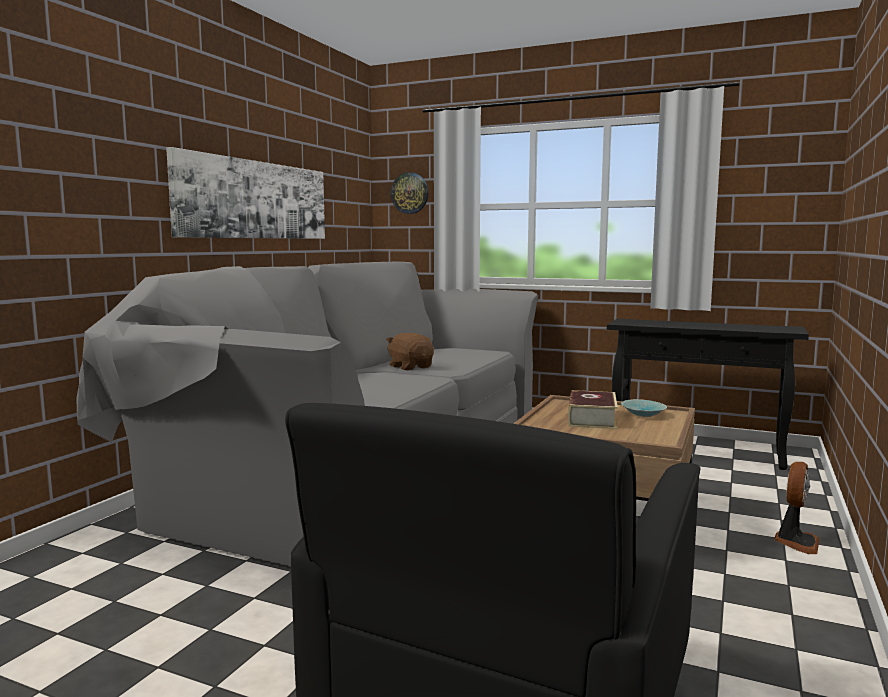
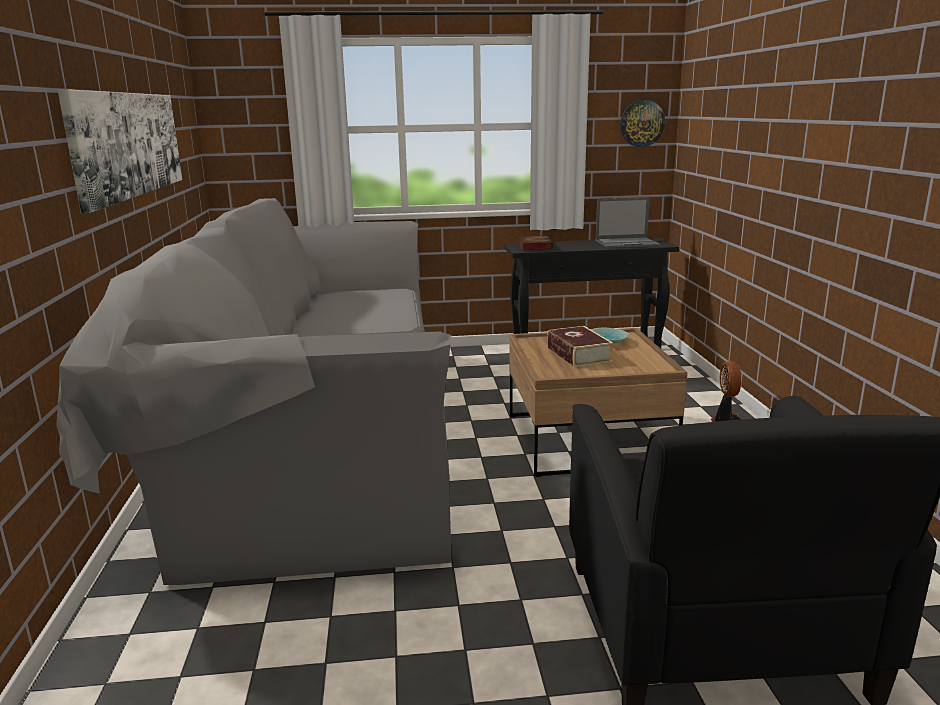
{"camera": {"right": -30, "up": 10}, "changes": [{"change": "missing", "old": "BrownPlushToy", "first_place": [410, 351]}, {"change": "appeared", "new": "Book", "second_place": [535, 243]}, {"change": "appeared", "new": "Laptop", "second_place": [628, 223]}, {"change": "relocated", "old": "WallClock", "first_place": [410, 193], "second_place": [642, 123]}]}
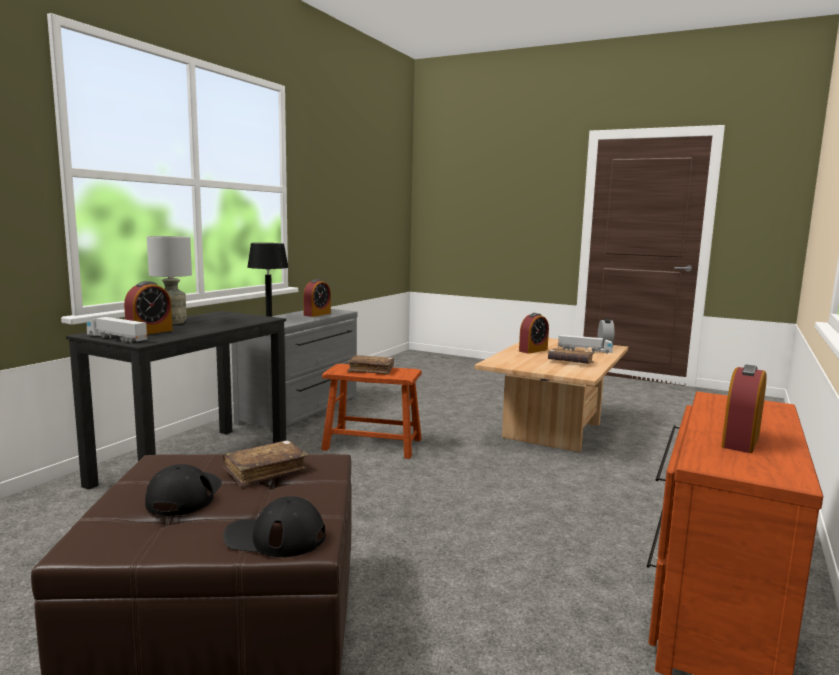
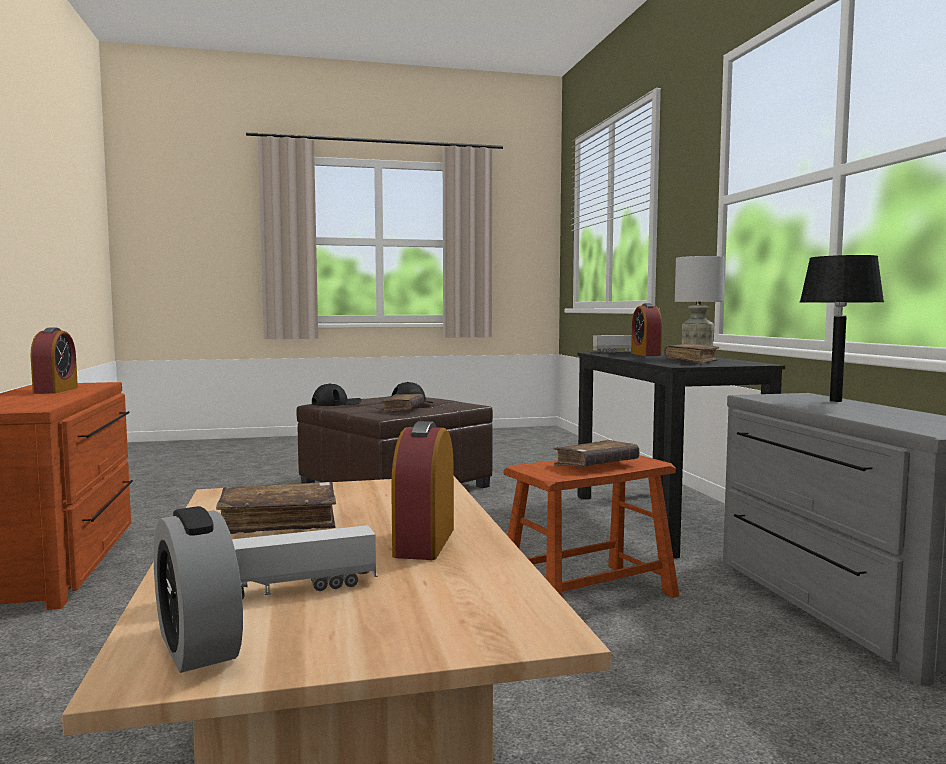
{"camera": {"right": 140, "up": -5}, "changes": [{"change": "missing", "old": "AlarmClock", "first_place": [317, 298]}, {"change": "appeared", "new": "BrownBook", "second_place": [691, 354]}]}
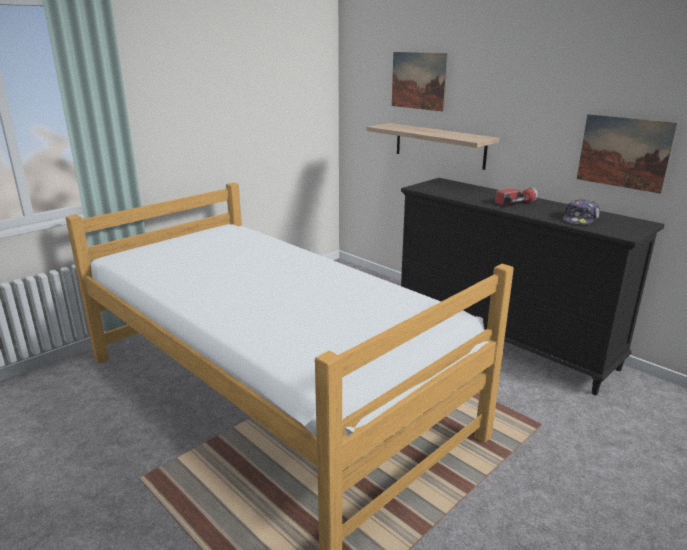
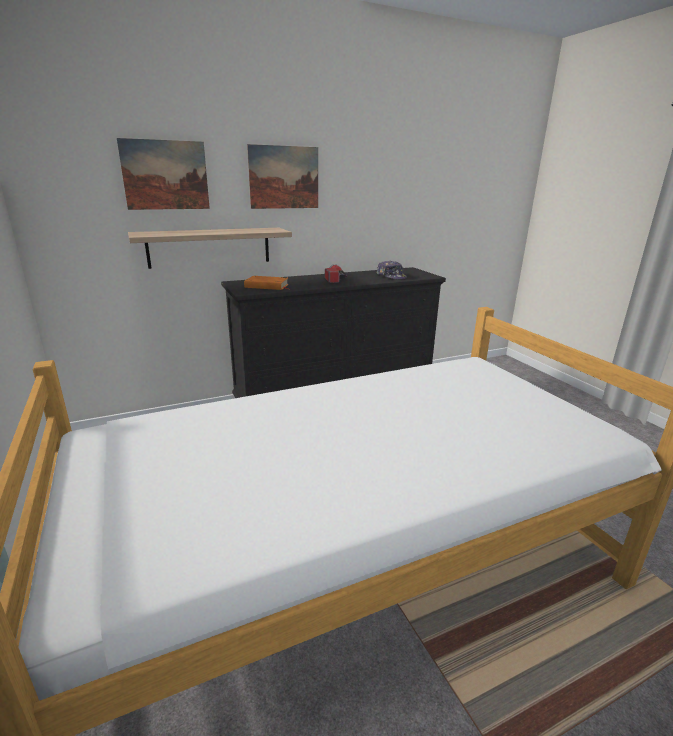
{"camera": {"right": -70, "up": 0}, "changes": [{"change": "appeared", "new": "OrangeBook", "second_place": [266, 283]}, {"change": "relocated", "old": "Picture", "first_place": [627, 154], "second_place": [282, 176]}]}
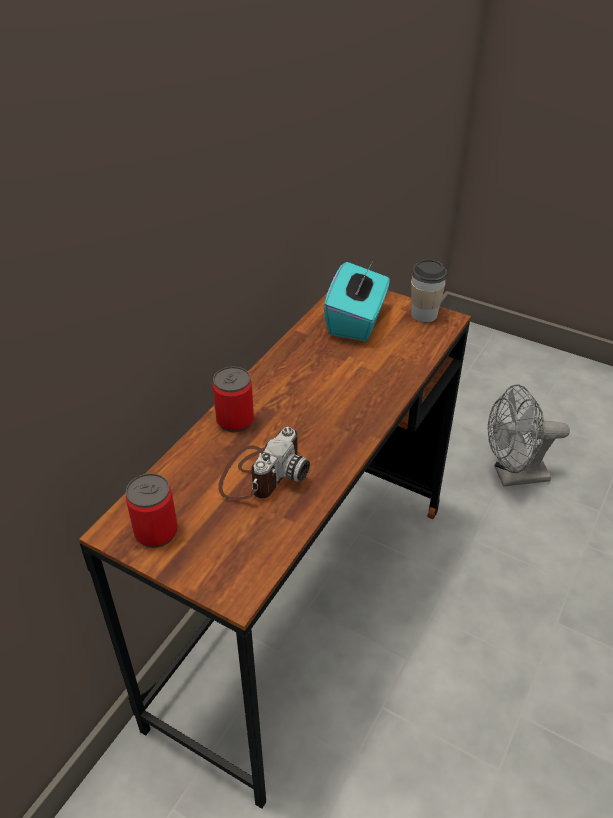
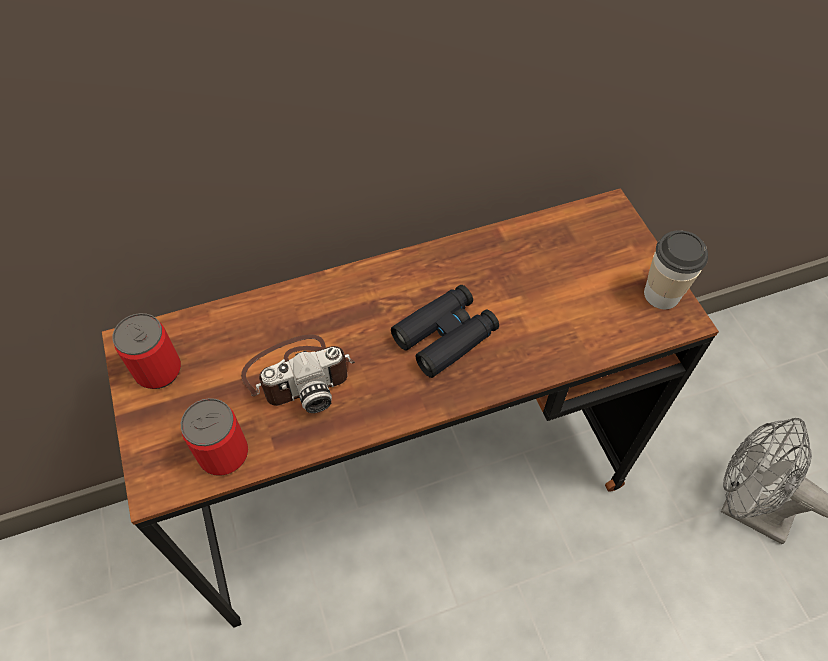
{"camera": {"right": 40, "up": 15}, "changes": [{"change": "missing", "old": "TurquoiseTissueBox", "first_place": [357, 301]}, {"change": "appeared", "new": "BlackBinoculars", "second_place": [445, 331]}, {"change": "relocated", "old": "Can", "first_place": [233, 399], "second_place": [214, 437]}]}
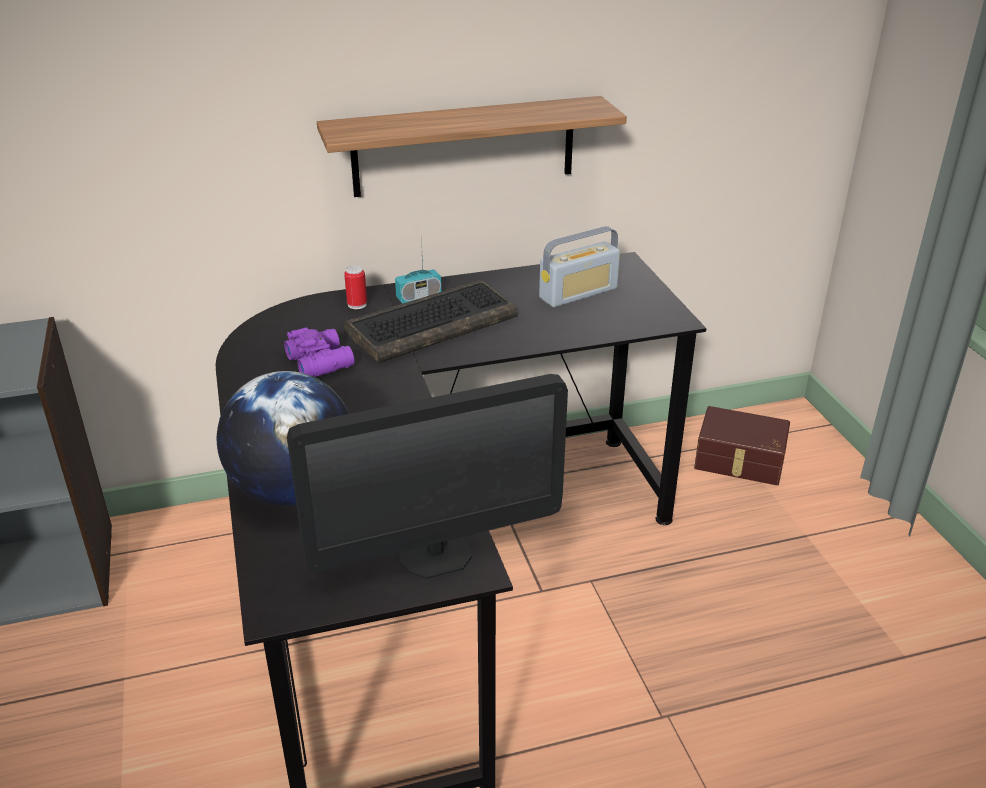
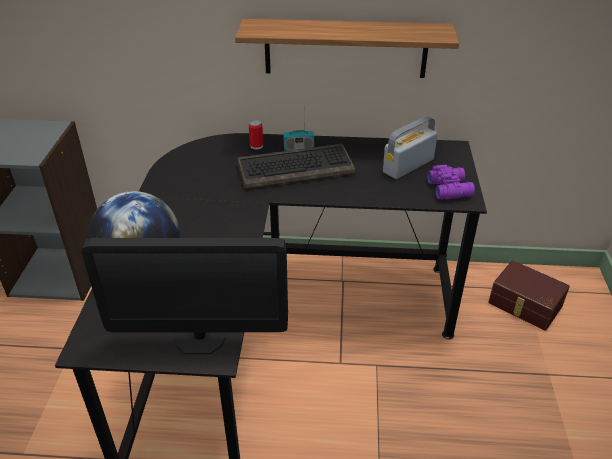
{"camera": {"right": 20, "up": 5}, "changes": [{"change": "relocated", "old": "PurpleBinoculars", "first_place": [319, 352], "second_place": [451, 182]}, {"change": "spun", "old": "Radio", "first_place": [579, 266], "second_place": [410, 147], "degrees": 150}]}
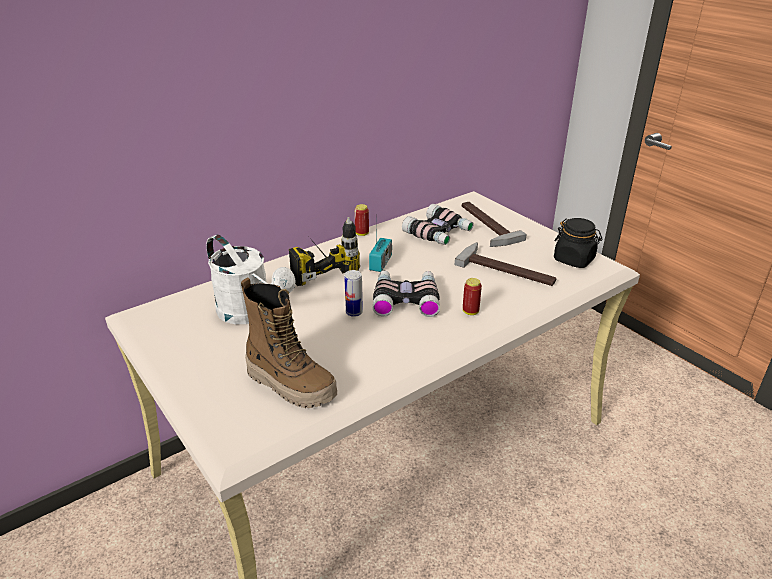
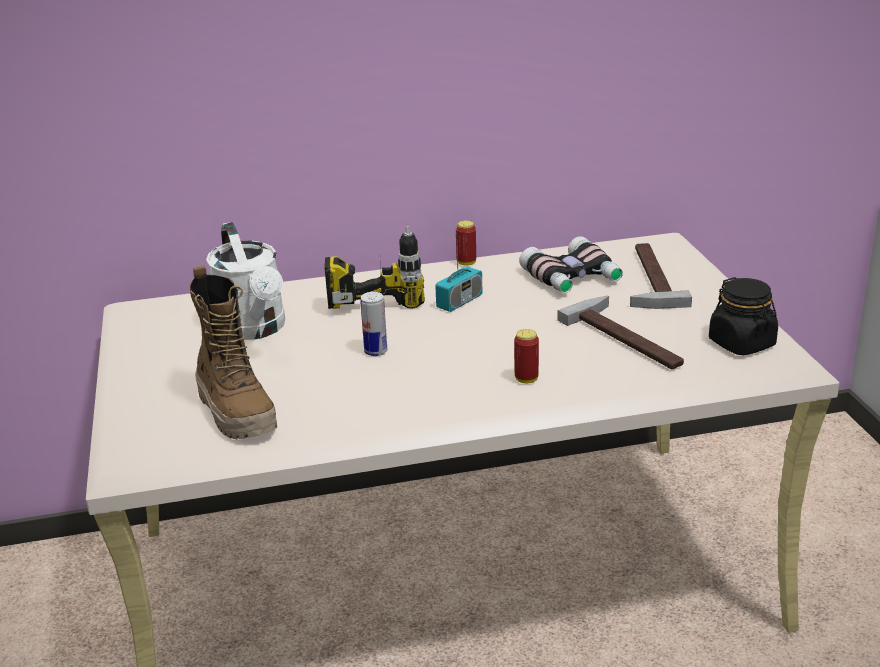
{"camera": {"right": 25, "up": -5}, "changes": [{"change": "missing", "old": "Binoculars", "first_place": [406, 294]}]}
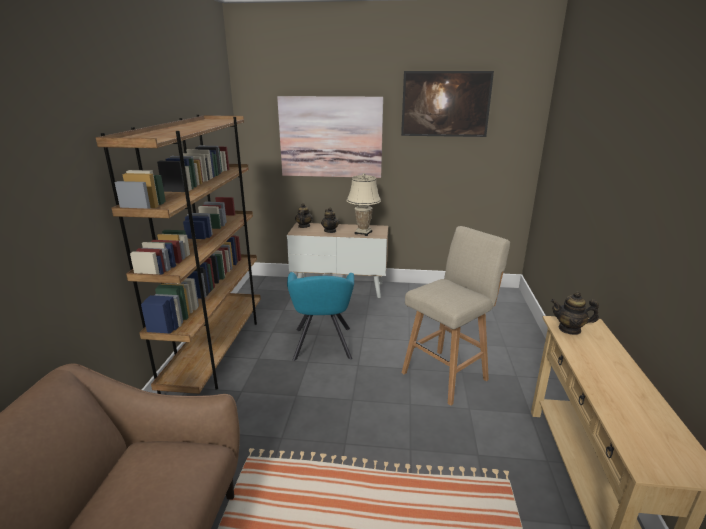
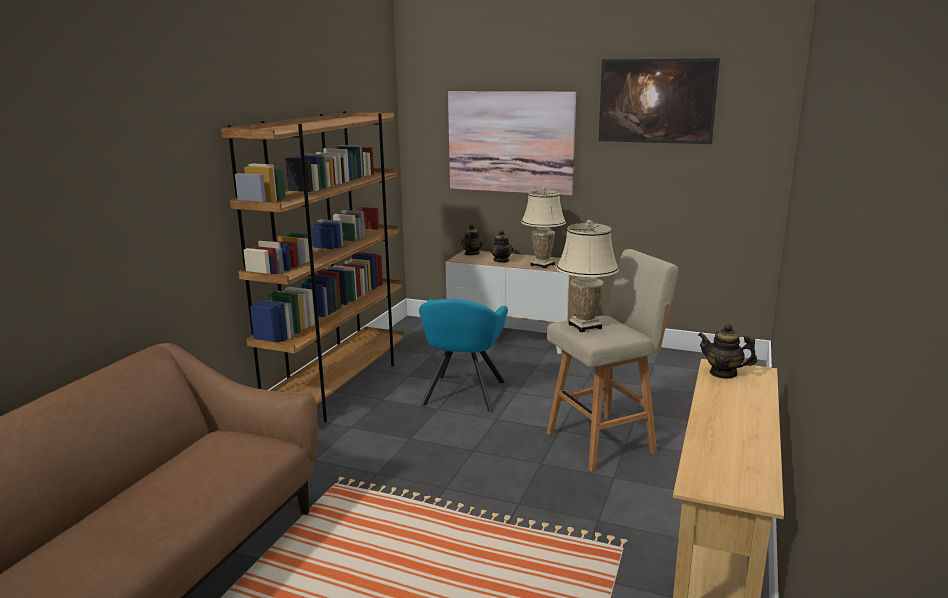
{"camera": {"right": 15, "up": -5}, "changes": [{"change": "appeared", "new": "BeigeTableLamp", "second_place": [587, 276]}]}
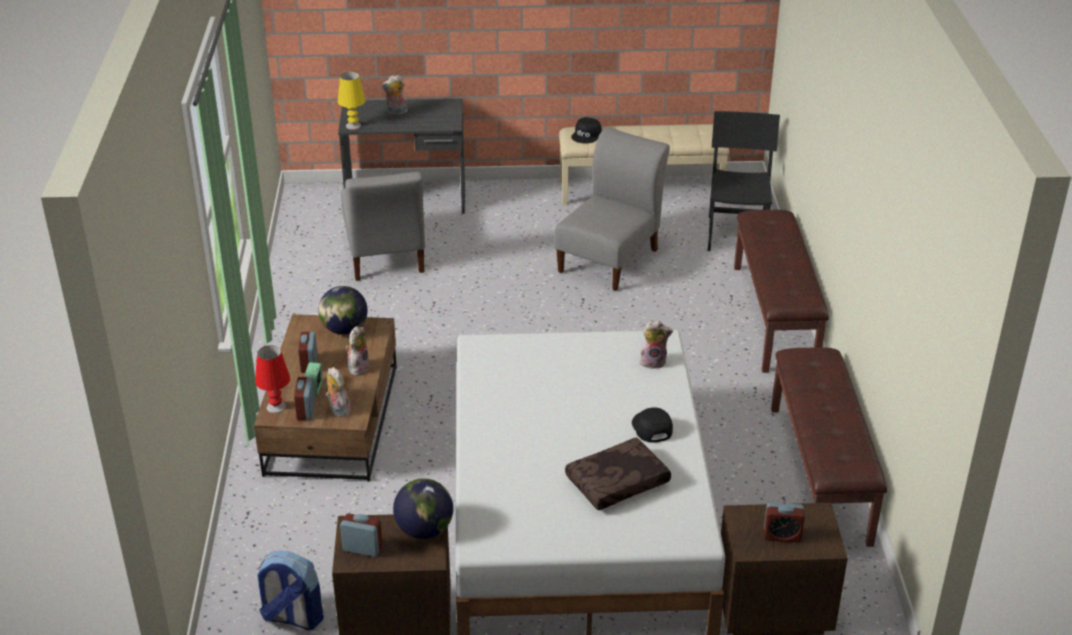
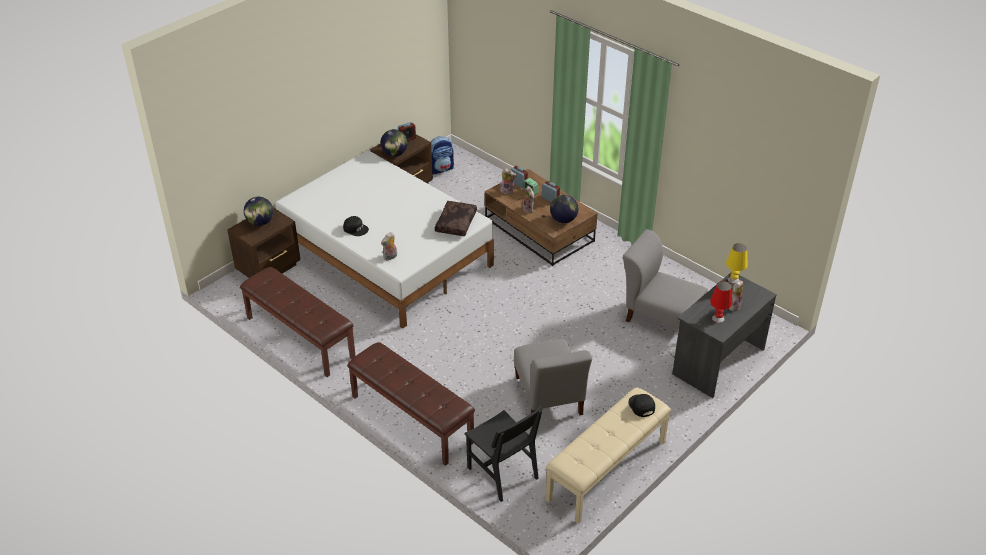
{"camera": {"right": 135, "up": 5}, "changes": [{"change": "relocated", "old": "RedTableLamp", "first_place": [272, 379], "second_place": [721, 302]}, {"change": "relocated", "old": "BrownPillow", "first_place": [618, 473], "second_place": [456, 218]}, {"change": "exchanged", "old": "AlarmClock", "new": "Globe", "first_place": [784, 522], "second_place": [259, 211]}]}
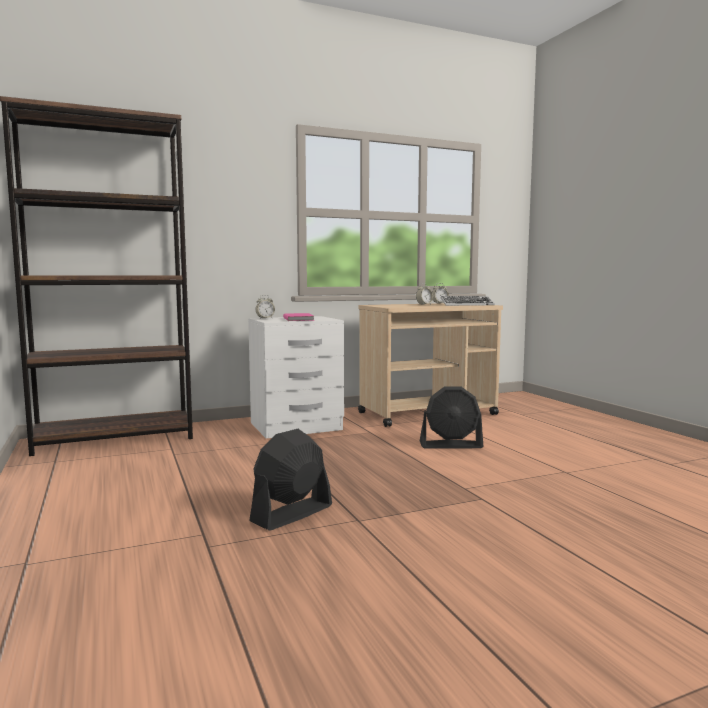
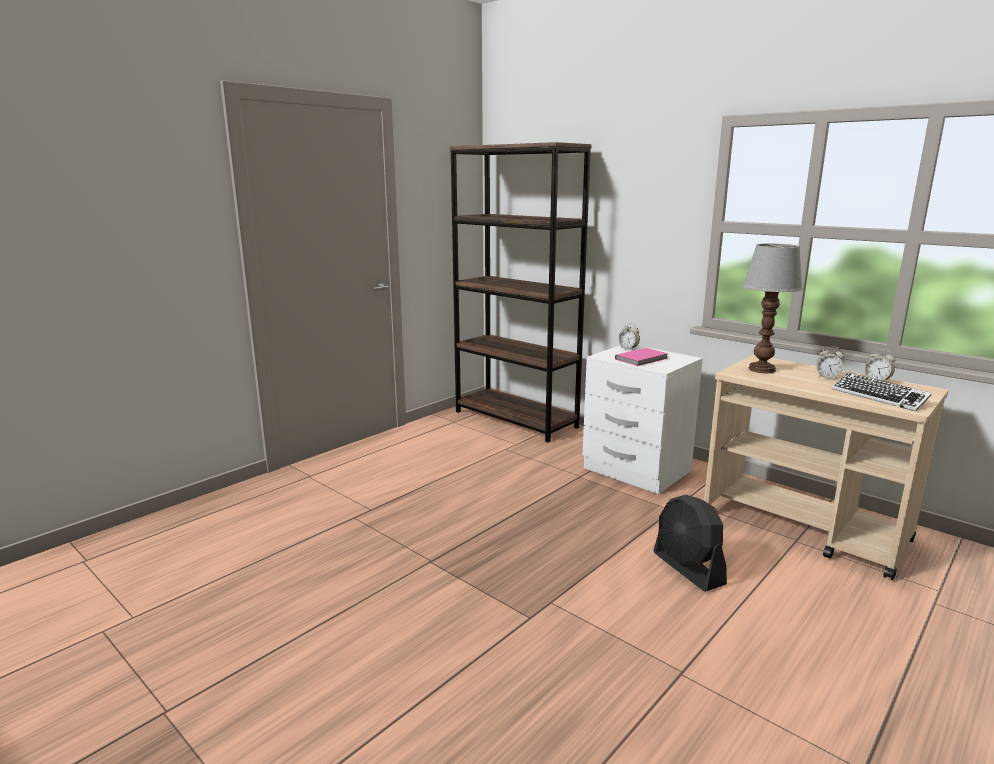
{"camera": {"right": 65, "up": 10}, "changes": [{"change": "missing", "old": "BlackFan", "first_place": [290, 479]}, {"change": "appeared", "new": "TableLamp", "second_place": [773, 308]}]}
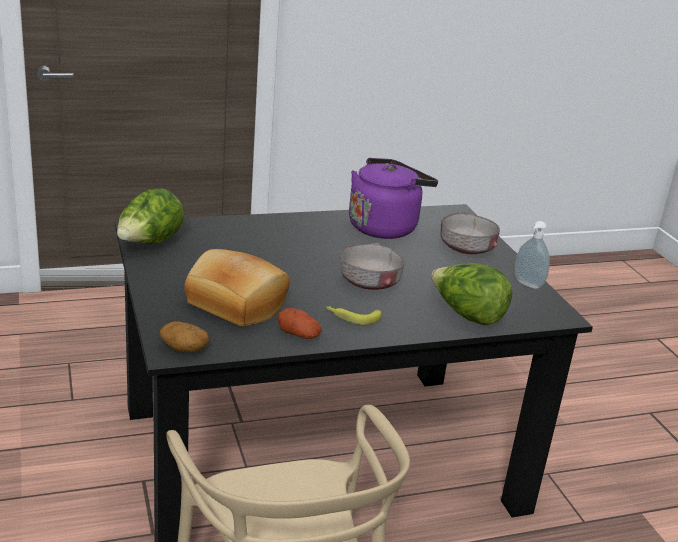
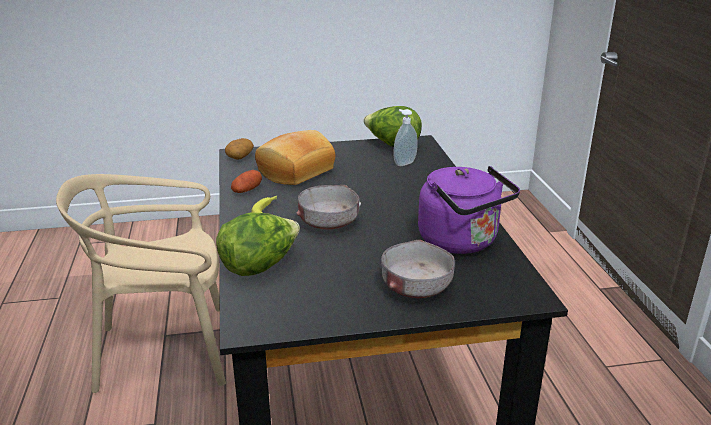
{"camera": {"right": 100, "up": 0}, "changes": [{"change": "relocated", "old": "SoapDispenser", "first_place": [532, 255], "second_place": [405, 137]}]}
